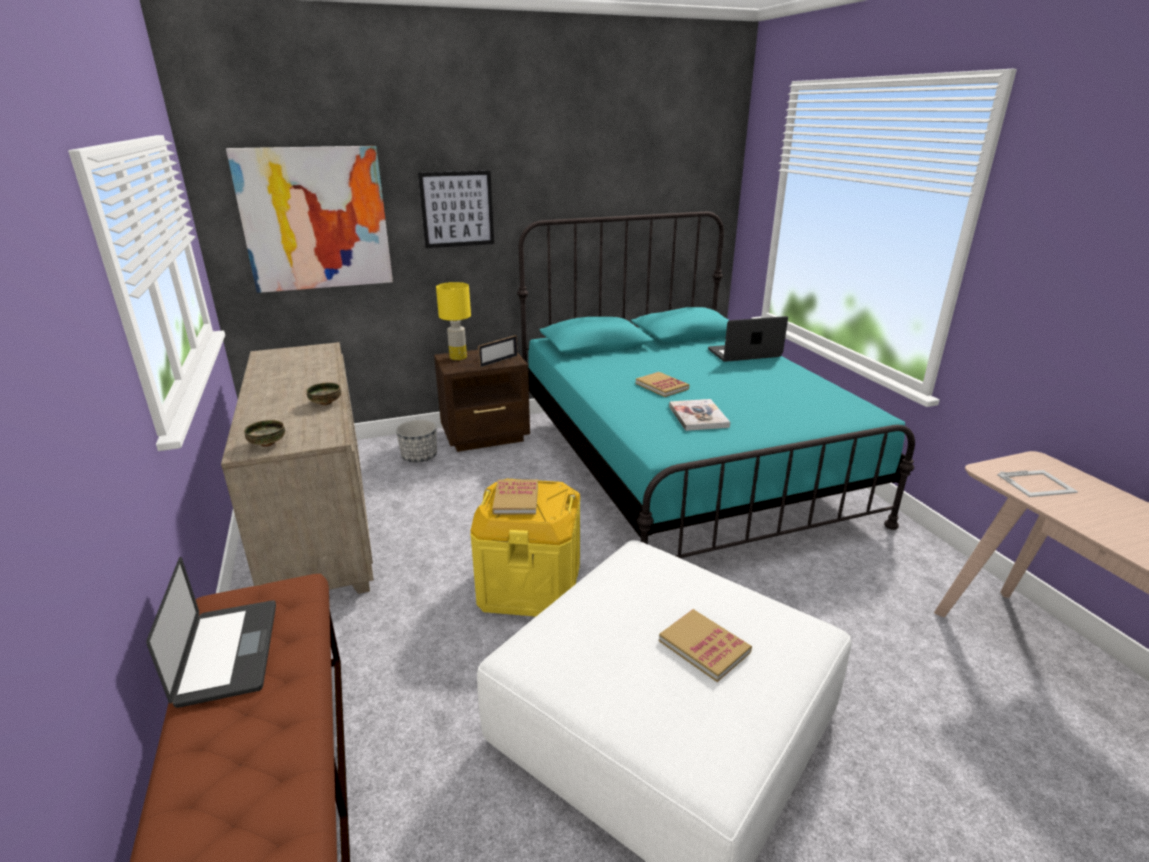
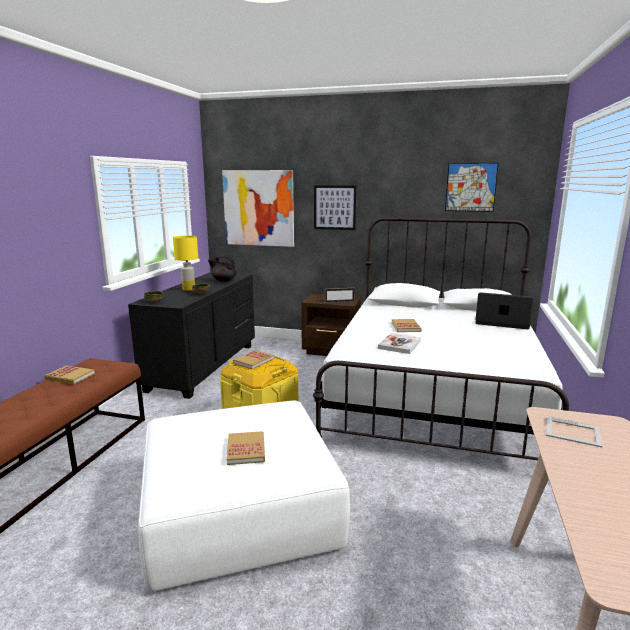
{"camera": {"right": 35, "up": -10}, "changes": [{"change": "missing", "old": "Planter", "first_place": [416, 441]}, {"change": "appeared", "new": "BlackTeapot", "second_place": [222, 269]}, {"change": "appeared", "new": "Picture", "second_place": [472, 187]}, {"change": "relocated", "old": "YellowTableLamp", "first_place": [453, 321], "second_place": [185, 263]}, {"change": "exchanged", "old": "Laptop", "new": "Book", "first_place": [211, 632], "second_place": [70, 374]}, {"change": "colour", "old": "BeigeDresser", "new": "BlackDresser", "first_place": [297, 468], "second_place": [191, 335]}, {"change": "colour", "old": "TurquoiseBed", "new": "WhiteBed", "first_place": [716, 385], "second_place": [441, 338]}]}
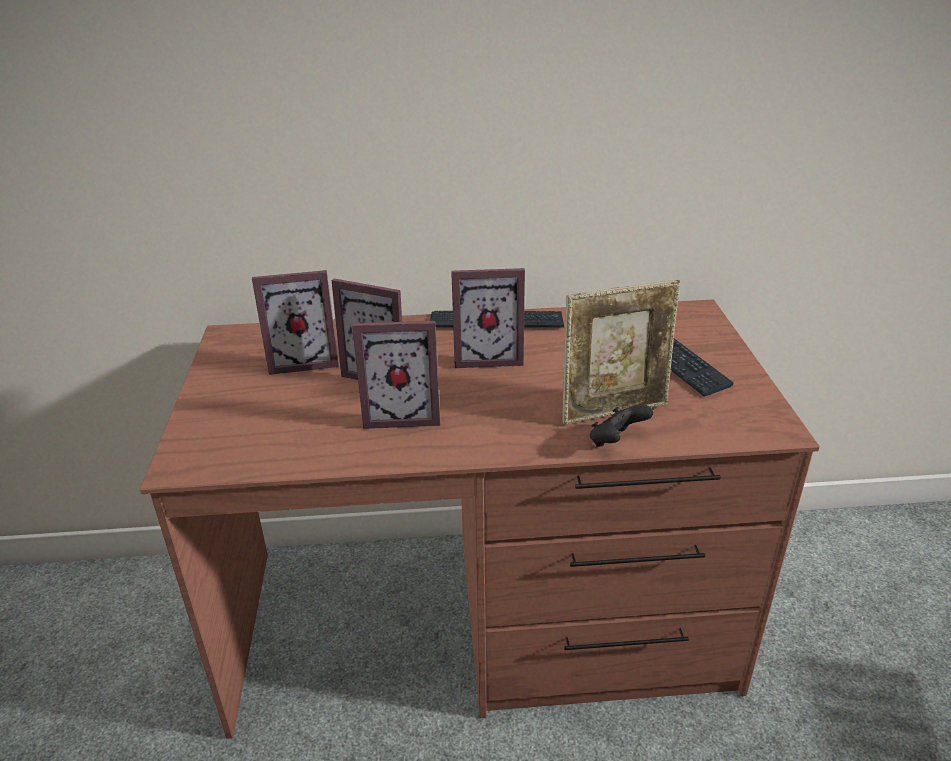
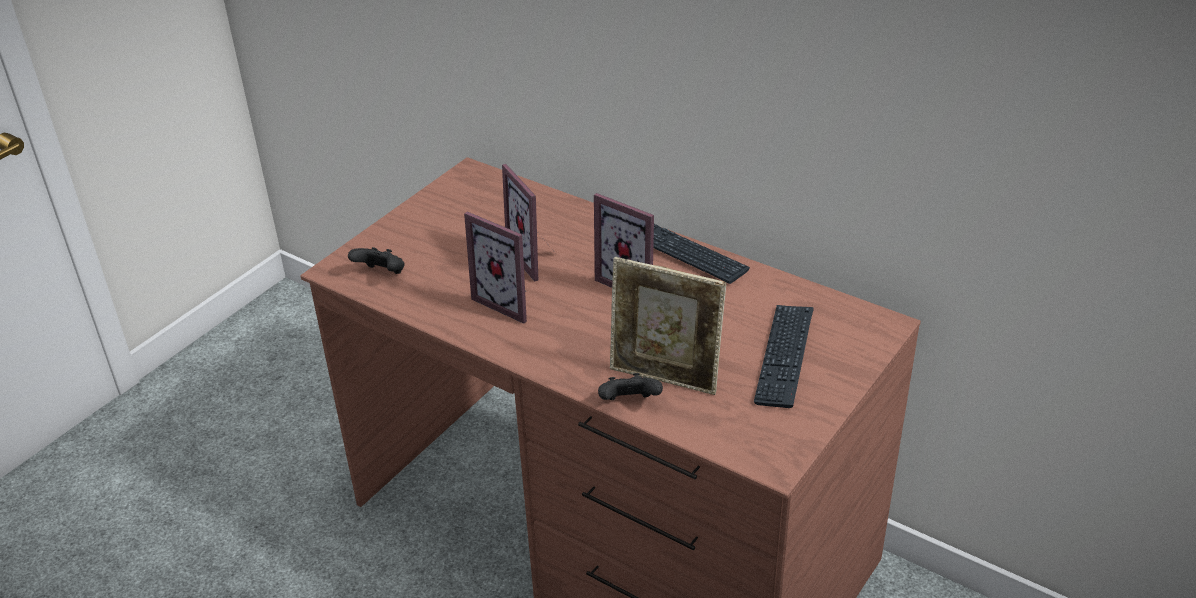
{"camera": {"right": 40, "up": 5}, "changes": [{"change": "missing", "old": "PictureFrame", "first_place": [295, 322]}, {"change": "appeared", "new": "BlackGameController", "second_place": [376, 260]}]}
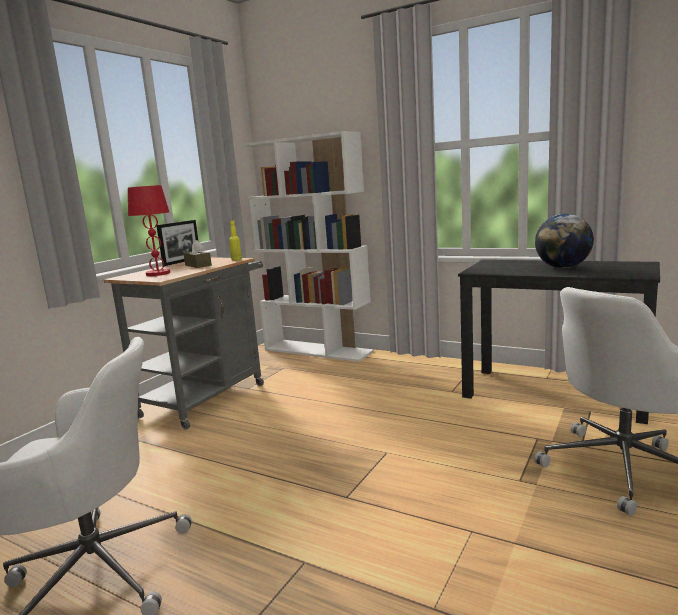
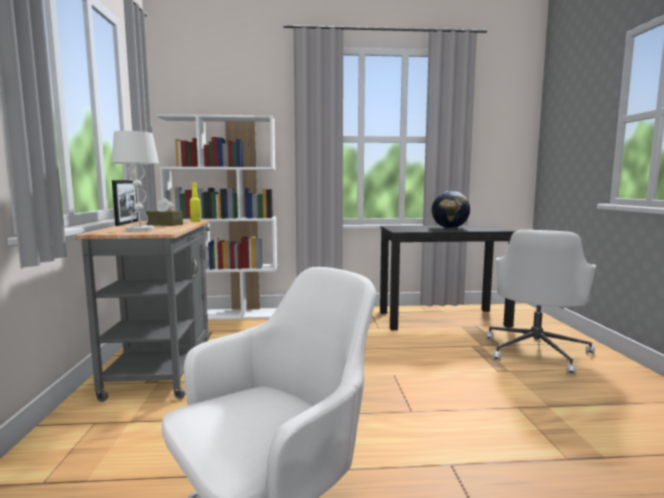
{"camera": {"right": -35, "up": -5}, "changes": [{"change": "colour", "old": "RedTableLamp", "new": "WhiteTableLamp", "first_place": [149, 230], "second_place": [135, 181]}]}
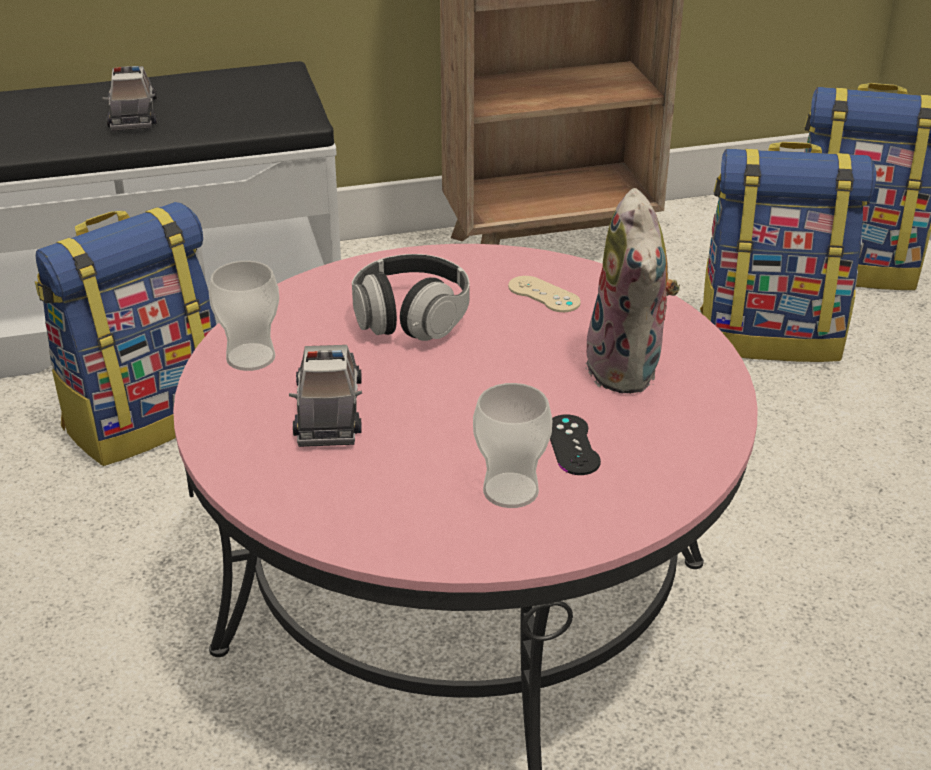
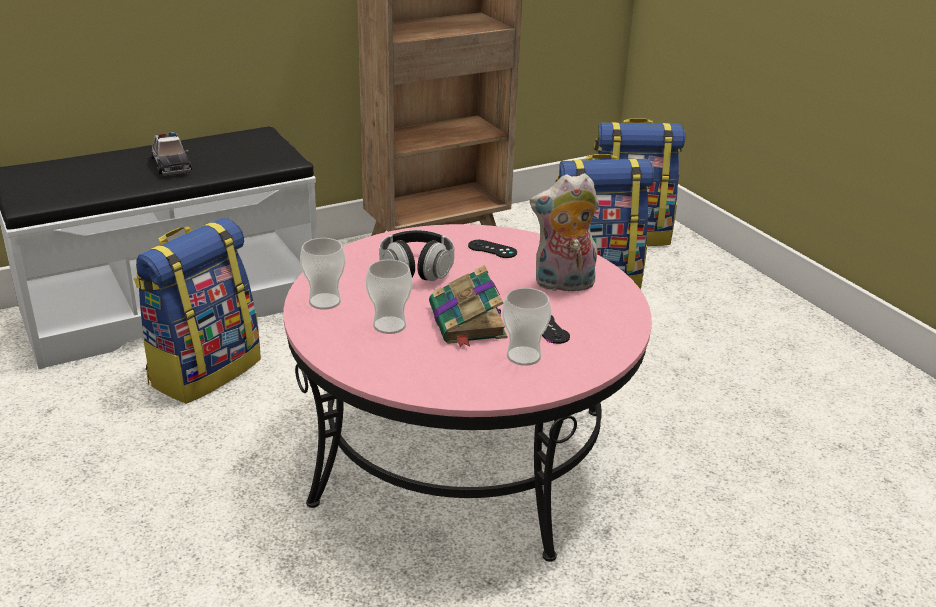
{"camera": {"right": -15, "up": -5}, "changes": [{"change": "appeared", "new": "Book", "second_place": [468, 306]}, {"change": "exchanged", "old": "ToyCar", "new": "Cup", "first_place": [325, 396], "second_place": [389, 296]}, {"change": "colour", "old": "BeigeGameController", "new": "BlackGameController", "first_place": [544, 294], "second_place": [492, 249]}, {"change": "spun", "old": "PlushToy", "first_place": [632, 291], "second_place": [564, 232], "degrees": 105}]}
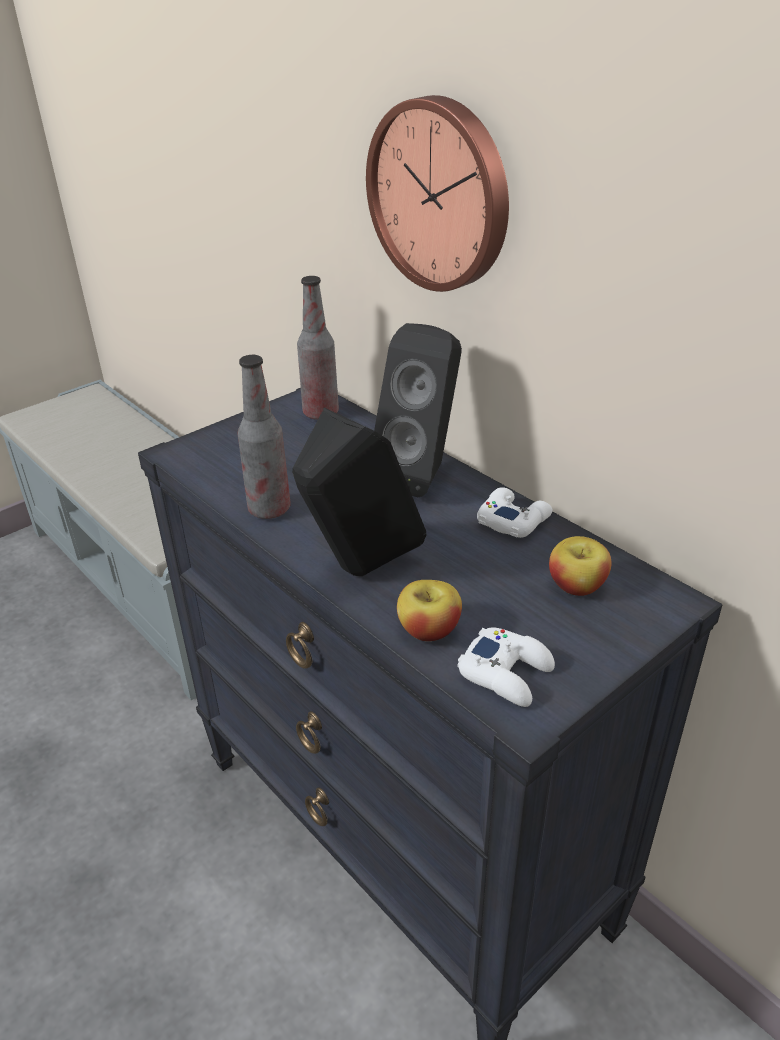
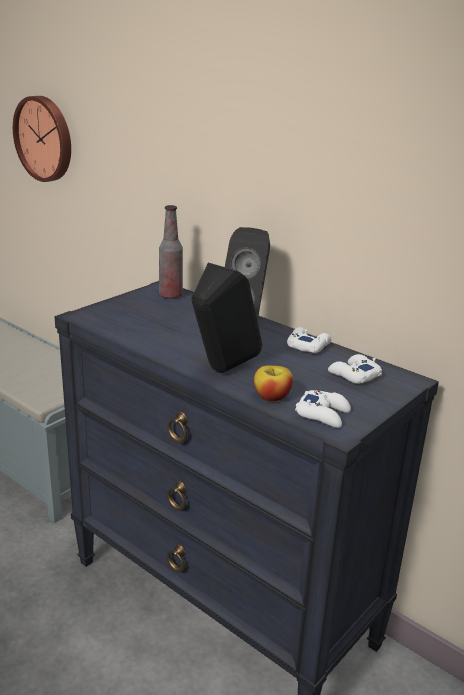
{"camera": {"right": -10, "up": -10}, "changes": [{"change": "missing", "old": "Bottle", "first_place": [264, 437]}, {"change": "relocated", "old": "WallClock", "first_place": [437, 193], "second_place": [42, 139]}, {"change": "exchanged", "old": "Apple", "new": "WhiteGameController", "first_place": [580, 566], "second_place": [355, 369]}]}
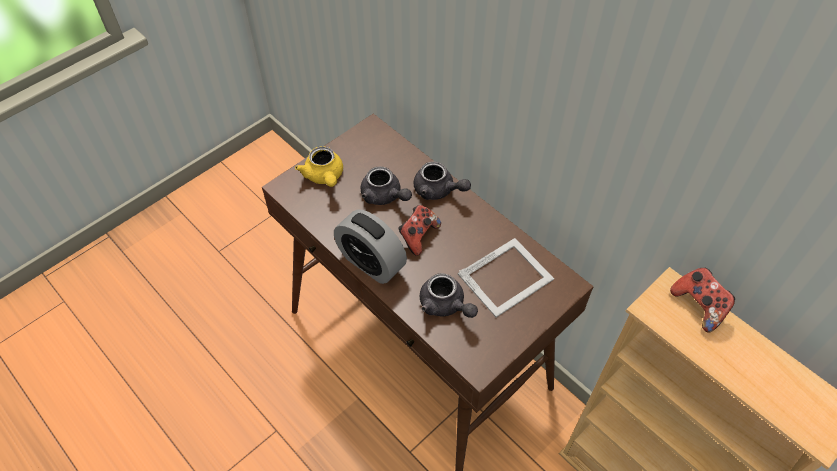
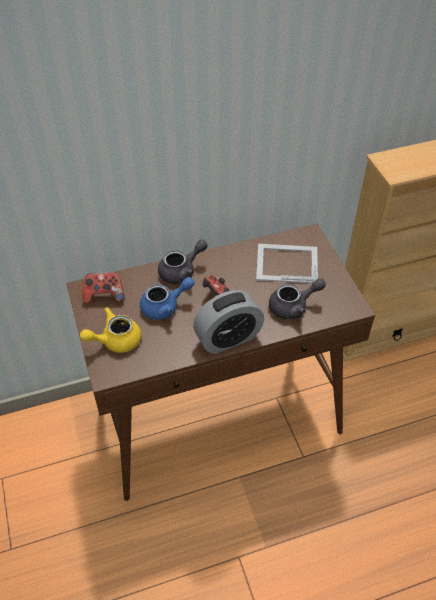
{"camera": {"right": -65, "up": -5}, "changes": [{"change": "relocated", "old": "GameController", "first_place": [702, 300], "second_place": [103, 288]}, {"change": "colour", "old": "GreyTeapot", "new": "BlueTeapot", "first_place": [386, 185], "second_place": [167, 298]}, {"change": "spun", "old": "YellowTeapot", "first_place": [319, 166], "second_place": [110, 330], "degrees": 150}, {"change": "spun", "old": "PictureFrame", "first_place": [506, 277], "second_place": [287, 264], "degrees": -75}]}
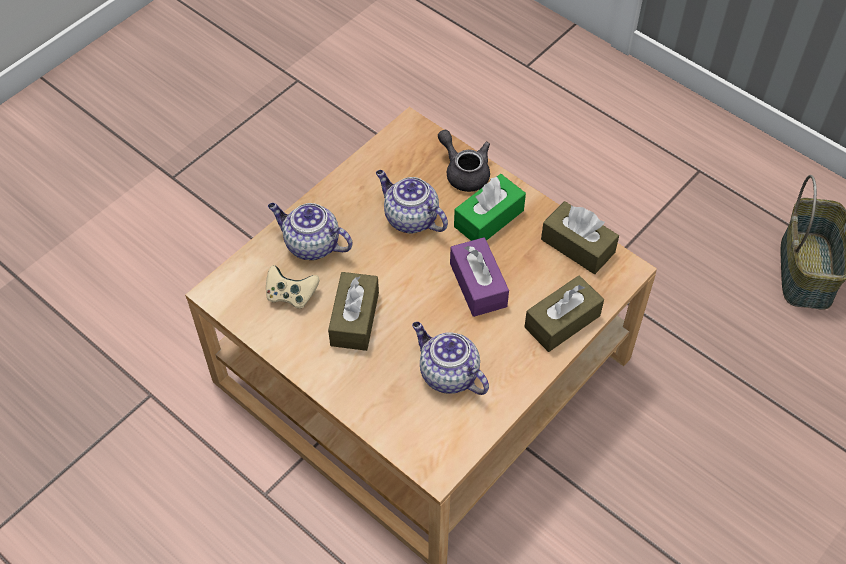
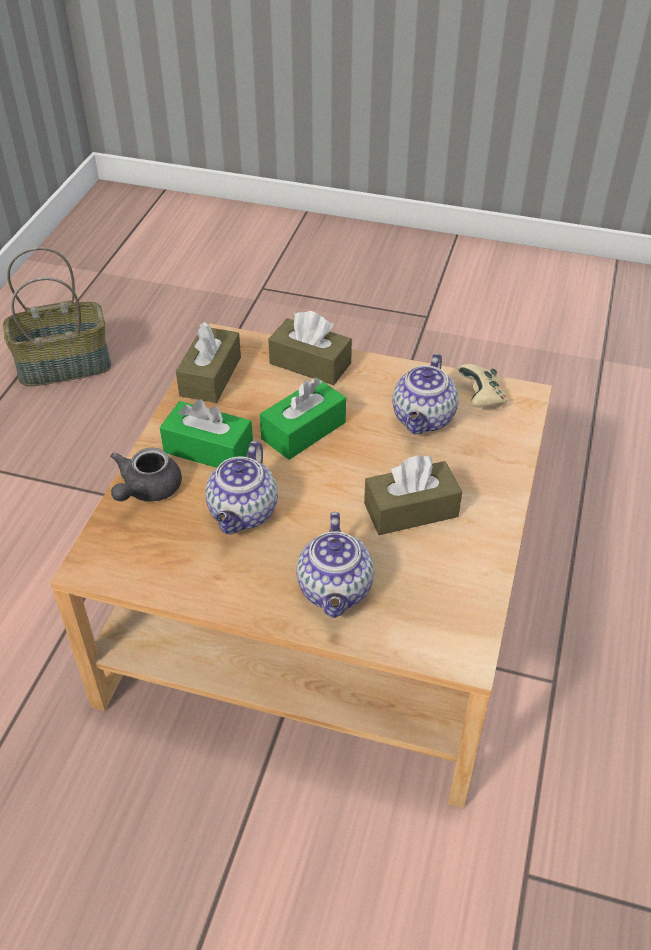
{"camera": {"right": -115, "up": -10}, "changes": [{"change": "relocated", "old": "BeigeGameController", "first_place": [292, 287], "second_place": [482, 386]}, {"change": "colour", "old": "PurpleTissueBox", "new": "GreenTissueBox", "first_place": [479, 277], "second_place": [303, 418]}]}
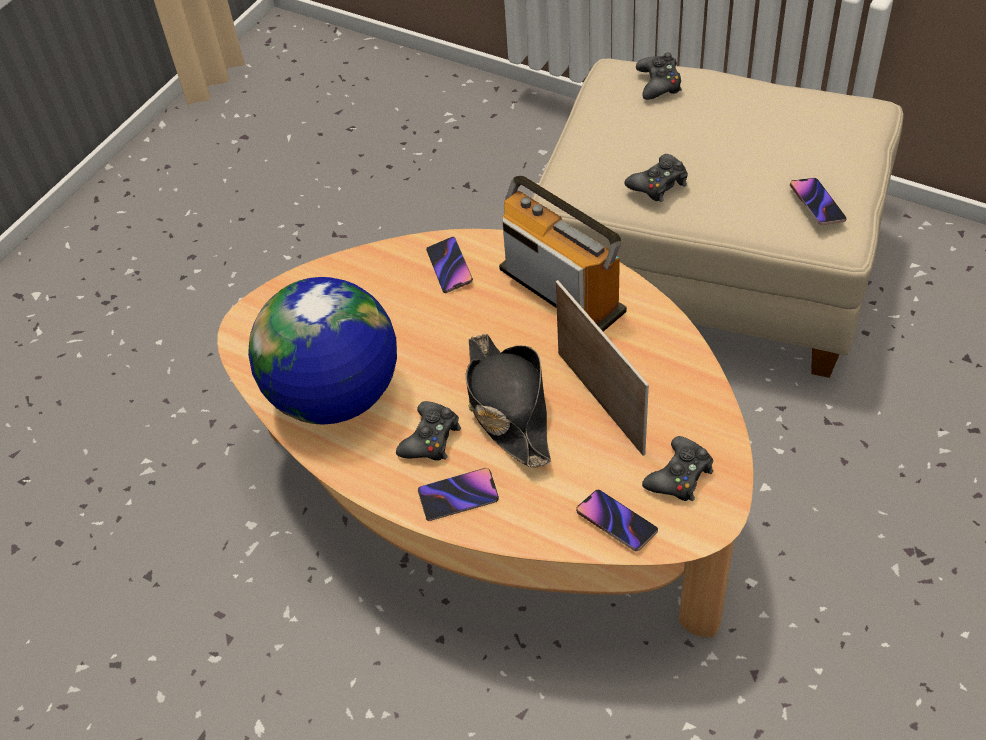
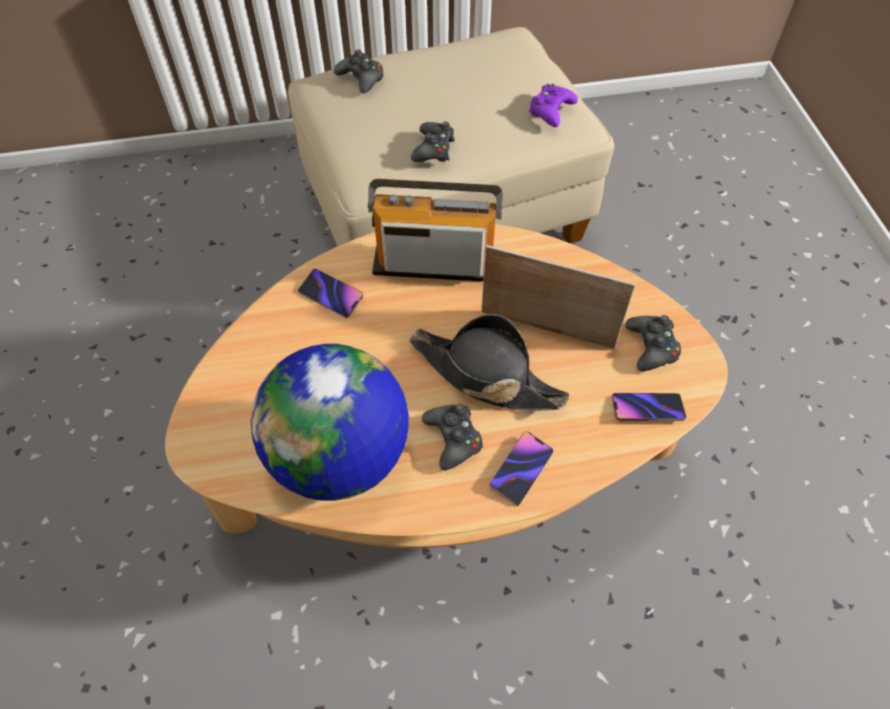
{"camera": {"right": -45, "up": 5}, "changes": [{"change": "exchanged", "old": "Phone", "new": "PurpleGameController", "first_place": [818, 201], "second_place": [553, 105]}]}
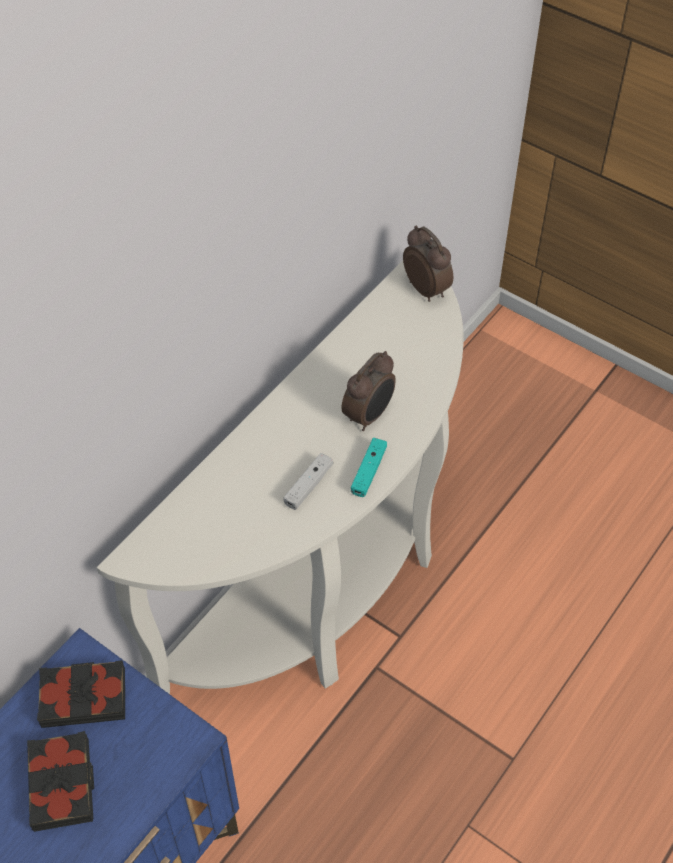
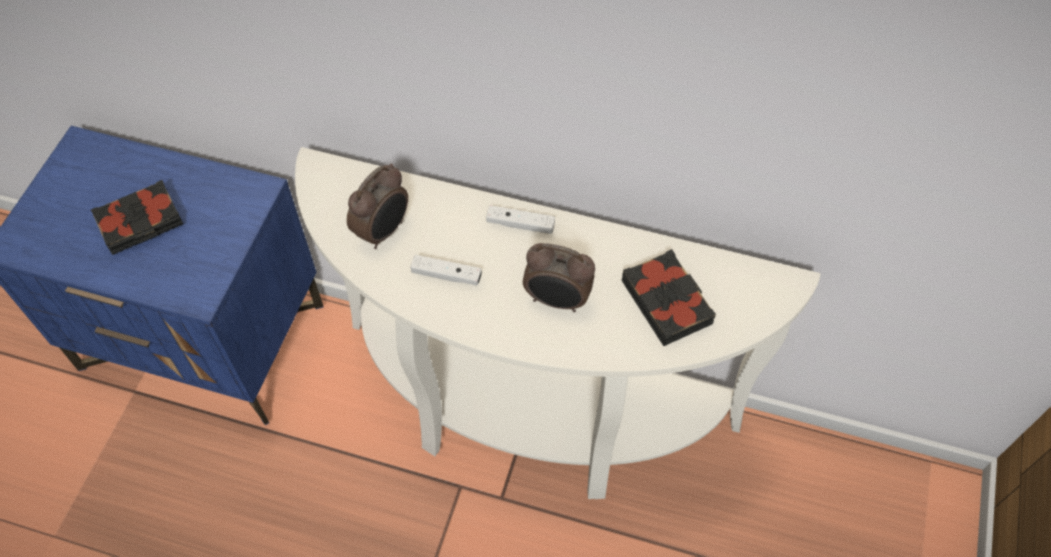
{"camera": {"right": 70, "up": 5}, "changes": [{"change": "missing", "old": "TurquoiseGameController", "first_place": [369, 467]}, {"change": "appeared", "new": "WhiteGameController", "second_place": [520, 219]}, {"change": "relocated", "old": "BlackBook", "first_place": [81, 694], "second_place": [669, 297]}, {"change": "relocated", "old": "AlarmClock", "first_place": [428, 263], "second_place": [377, 206]}]}
